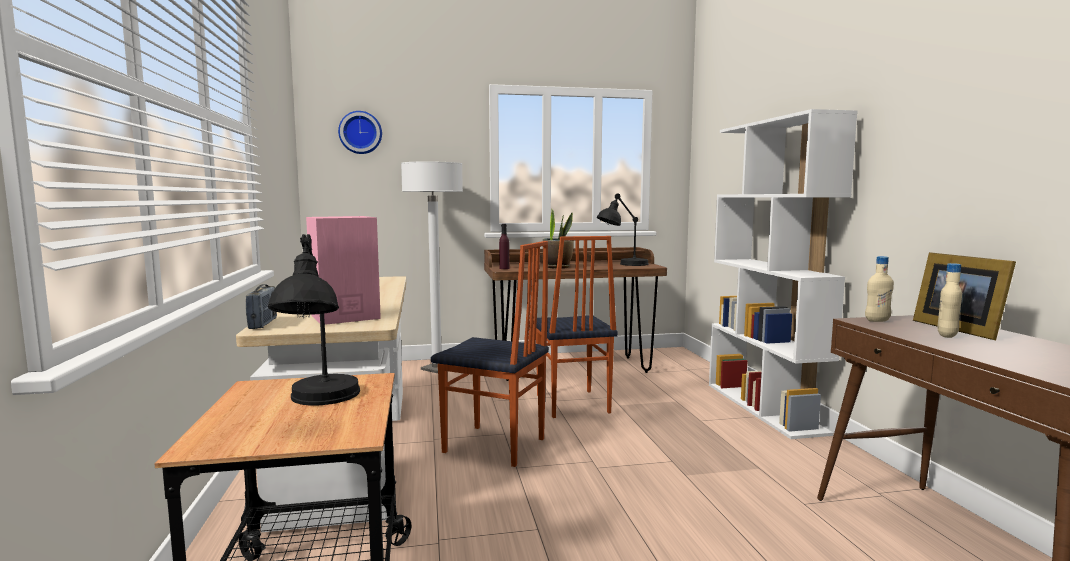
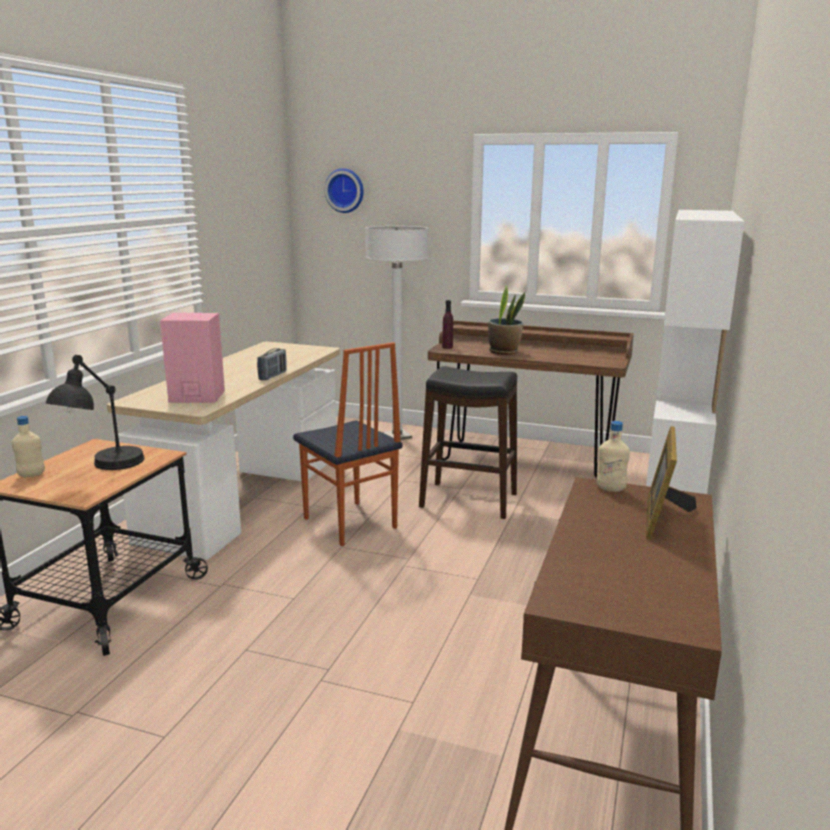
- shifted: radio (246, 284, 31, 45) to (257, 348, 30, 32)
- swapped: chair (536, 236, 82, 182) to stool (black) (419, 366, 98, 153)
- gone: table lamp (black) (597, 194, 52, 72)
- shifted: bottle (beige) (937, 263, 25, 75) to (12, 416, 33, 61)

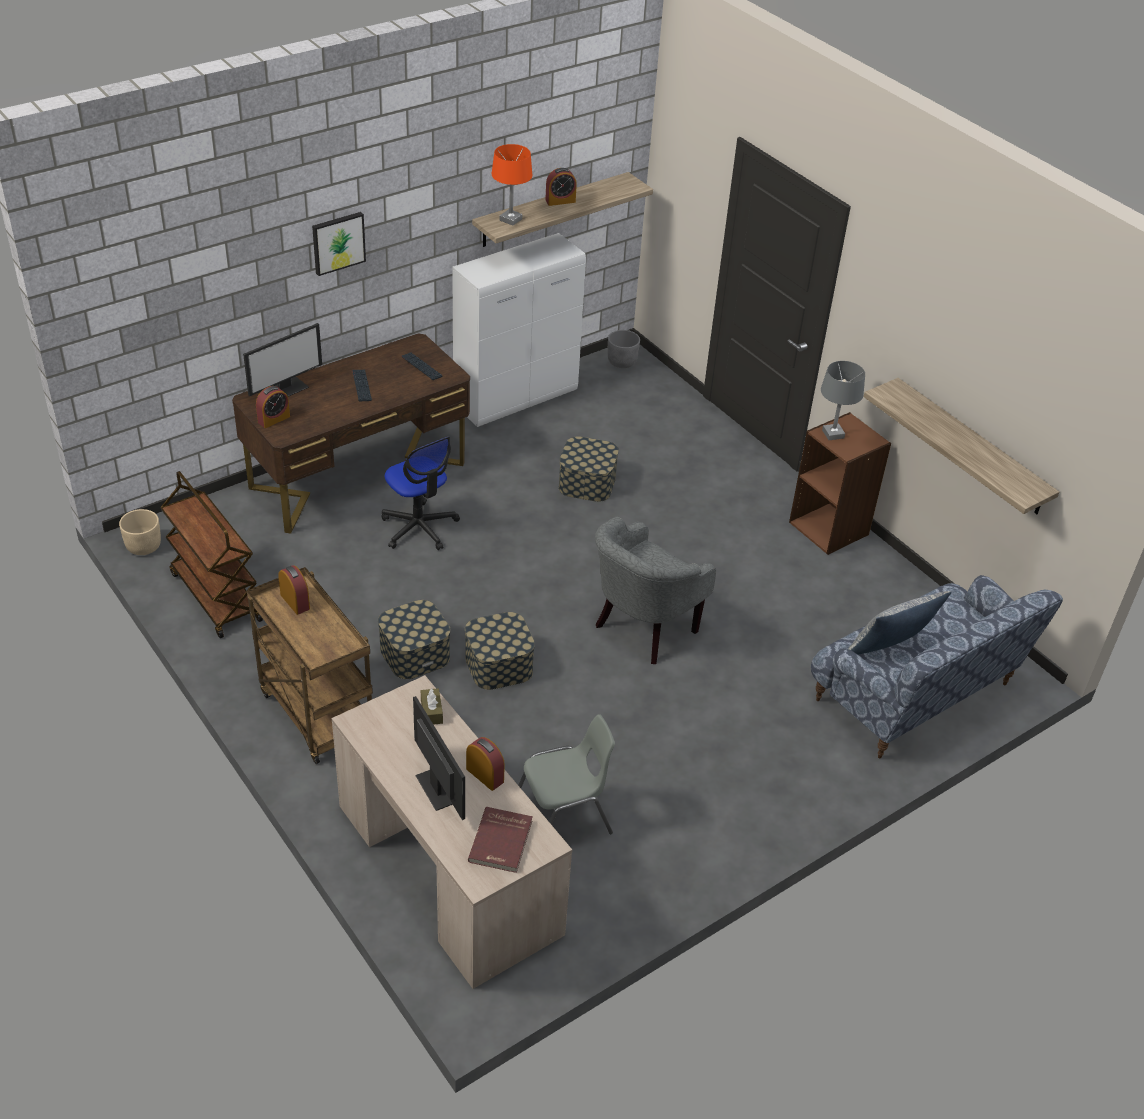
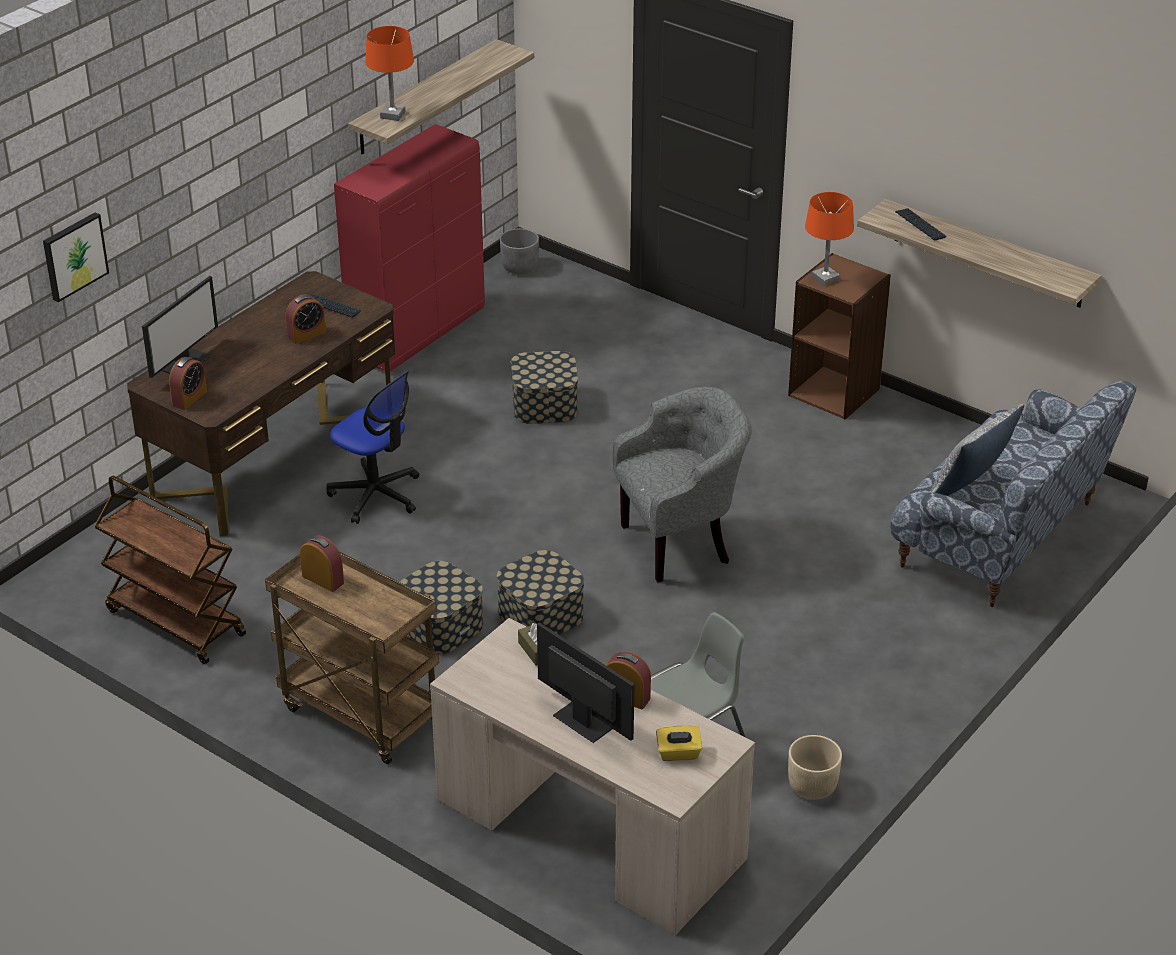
- shifted: planter (beige) (119, 509, 42, 46) to (788, 735, 54, 65)
- shifted: picture (312, 212, 54, 64) to (43, 212, 66, 90)
- shifted: keyboard (352, 370, 20, 31) to (895, 208, 51, 32)
- repainted: cabinet (white) (452, 233, 134, 194) to cabinet (red) (334, 124, 151, 248)
- swapped: book (red) (468, 807, 65, 66) to tissue box (yellow) (656, 725, 46, 36)
- shifted: alarm clock (545, 168, 32, 38) to (286, 294, 40, 50)
- rotated: armchair (grey) (595, 517, 121, 147) = (613, 387, 139, 196) 135 degrees counterclockwise
- repainted: table lamp (grey) (821, 361, 44, 79) to table lamp (orange) (805, 192, 49, 94)

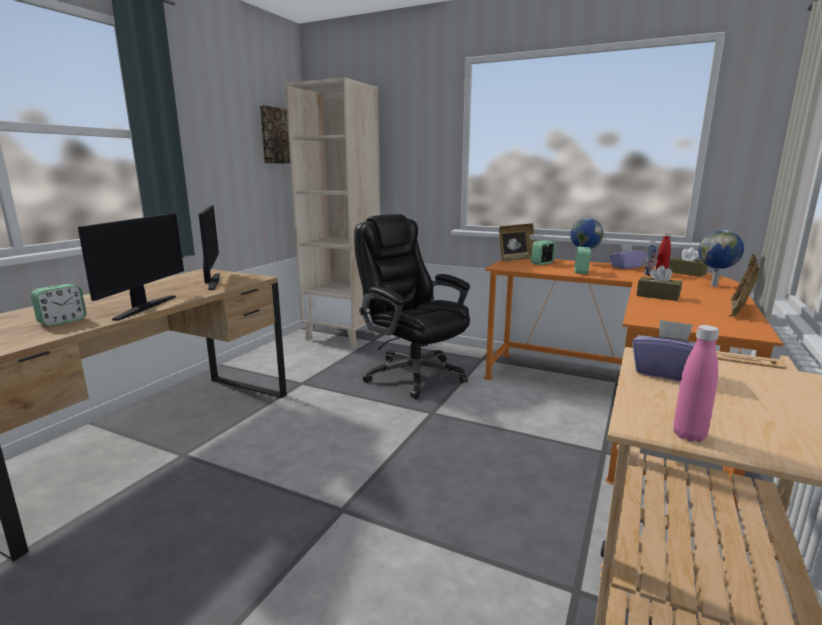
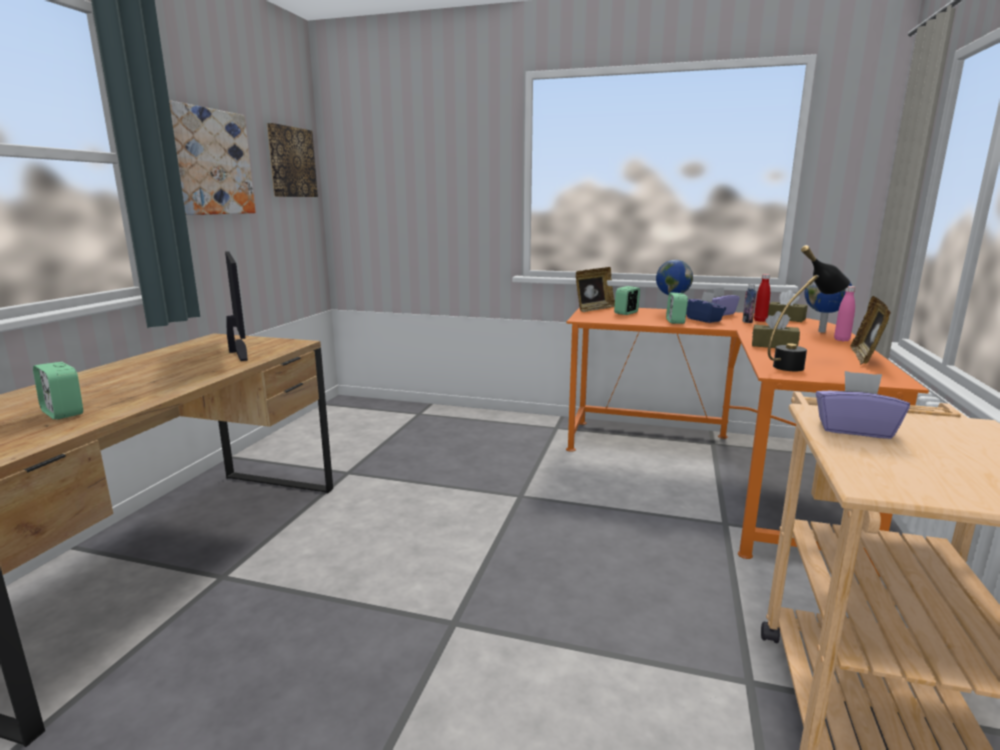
- rotated: alarm clock (31, 284, 56, 42) = (33, 362, 50, 58) 105 degrees clockwise
- gone: monitor (78, 213, 106, 108)
- gone: bookcase (beige) (285, 78, 95, 271)
- gone: office chair (black) (354, 214, 116, 185)
- shifted: bottle (pink) (673, 325, 46, 117) to (834, 286, 22, 55)
- new: picture (169, 101, 86, 114)
- new: tissue box (blue) (686, 292, 40, 31)
- new: table lamp (black) (768, 245, 82, 126)

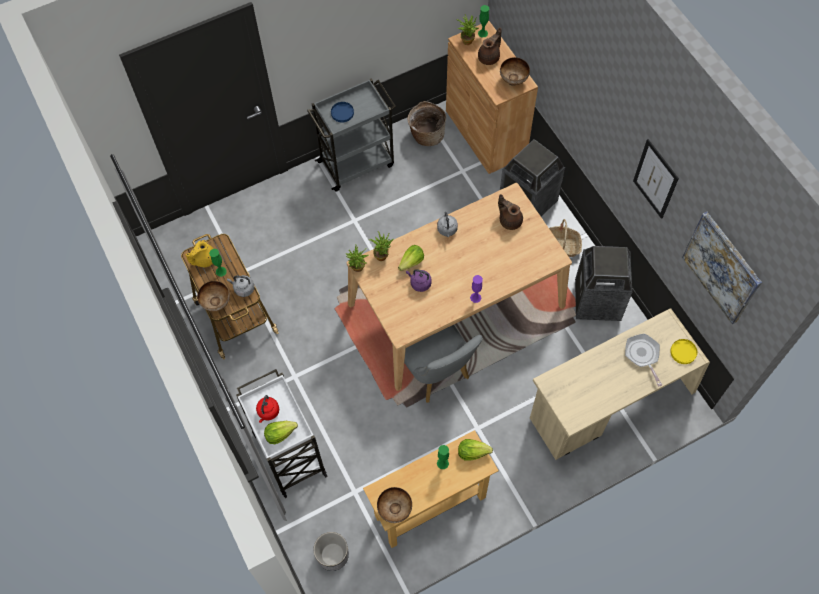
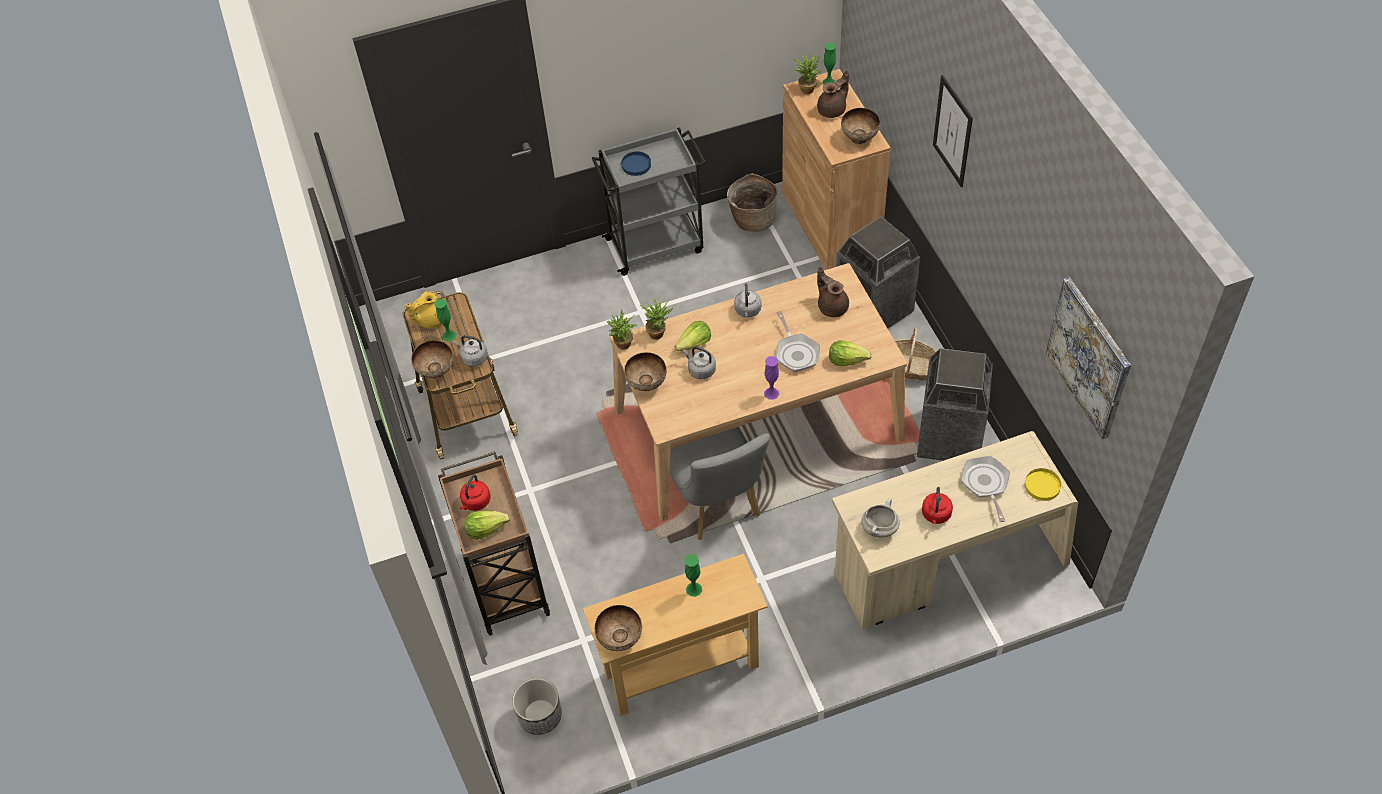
- repainted: cart (white) (236, 369, 92, 129) to cart (brown) (438, 451, 112, 185)
- repainted: kettle (purple) (406, 269, 26, 23) to kettle (grey) (683, 347, 33, 32)
- shifted: lettuce (458, 439, 35, 22) to (829, 340, 43, 26)
- shifted: picture (633, 139, 46, 80) to (933, 75, 40, 112)
- new: bowl (624, 352, 42, 39)
- new: frying pan (776, 311, 44, 61)
- new: cooking pot (white) (861, 498, 39, 39)
- new: kettle (red) (922, 487, 31, 37)

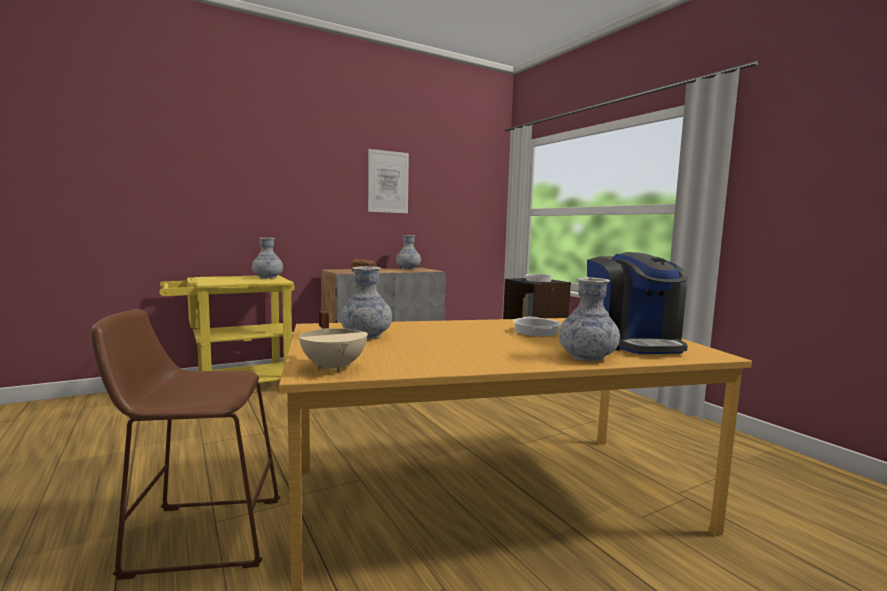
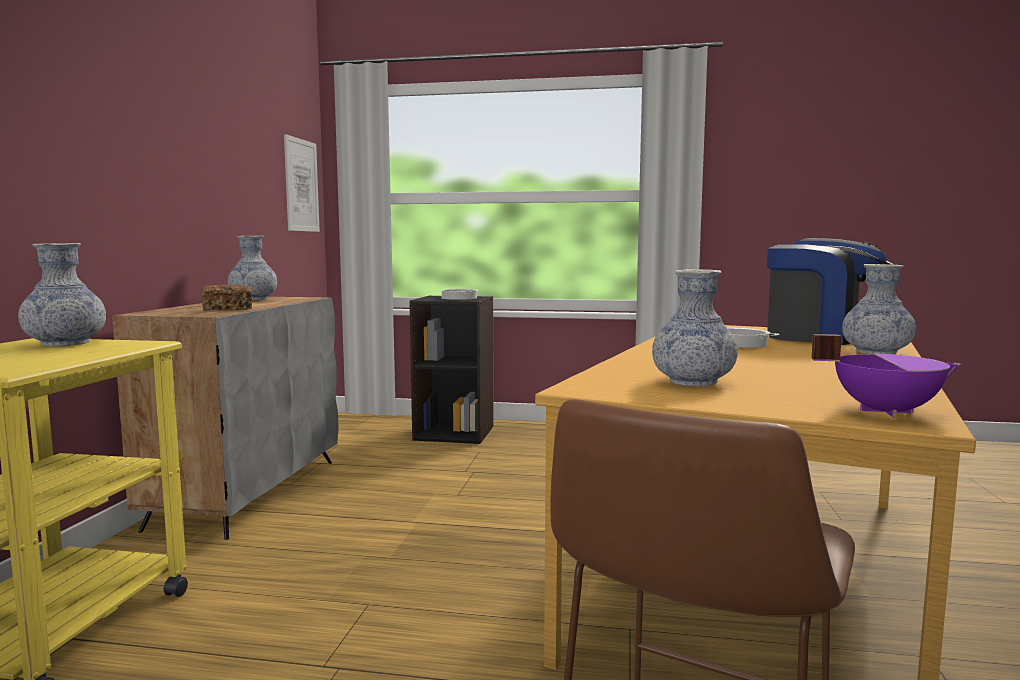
- repainted: cooking pot (beige) (299, 310, 69, 62) to cooking pot (purple) (811, 334, 151, 83)
- shifted: picture (368, 149, 41, 64) to (284, 134, 36, 98)

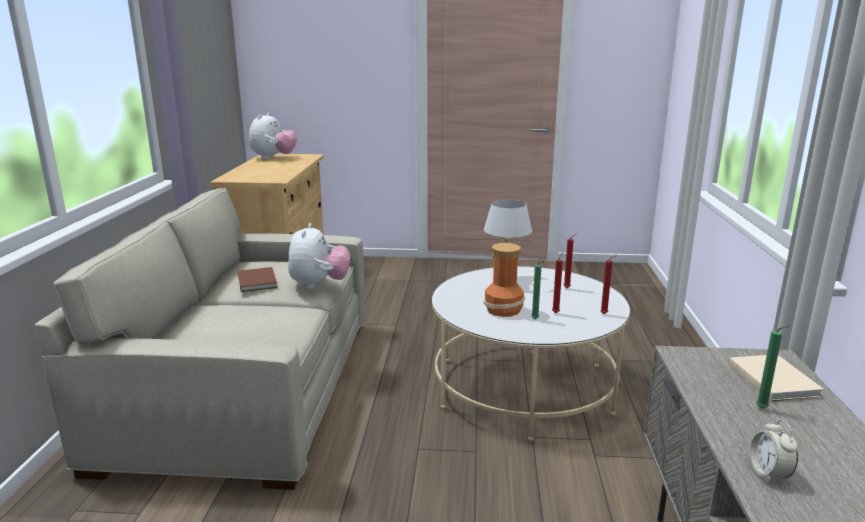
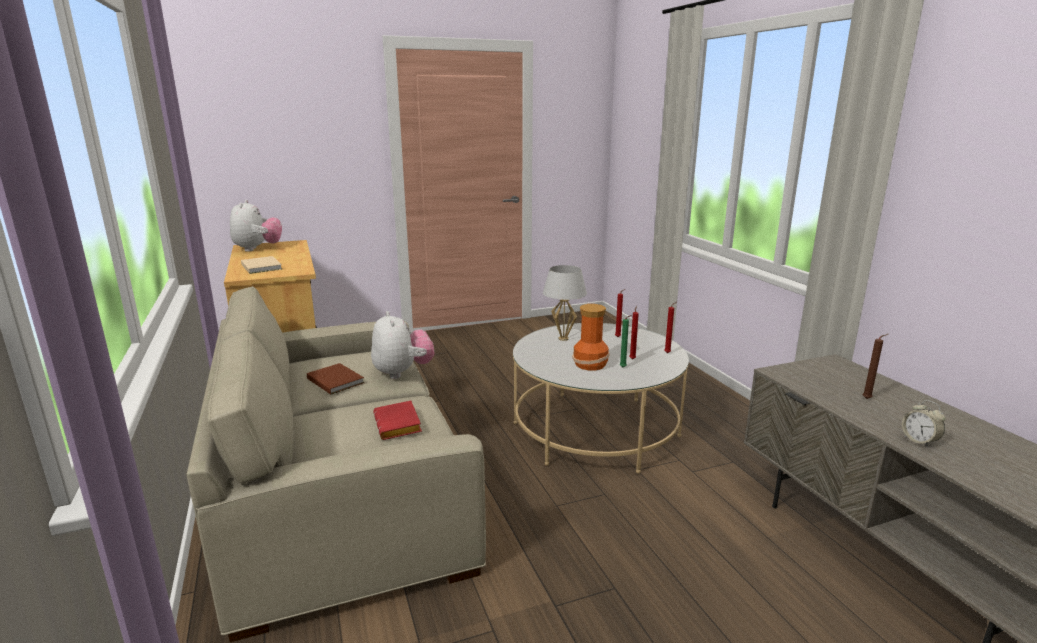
- shifted: book (beige) (729, 355, 95, 46) to (241, 256, 41, 18)
- repainted: candle (green) (756, 326, 34, 83) to candle (brown) (863, 334, 25, 65)
- new: book (red) (373, 401, 49, 39)

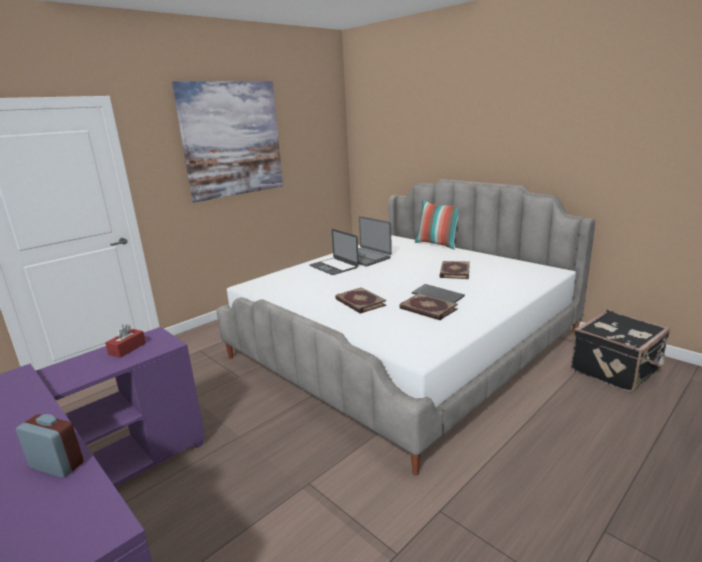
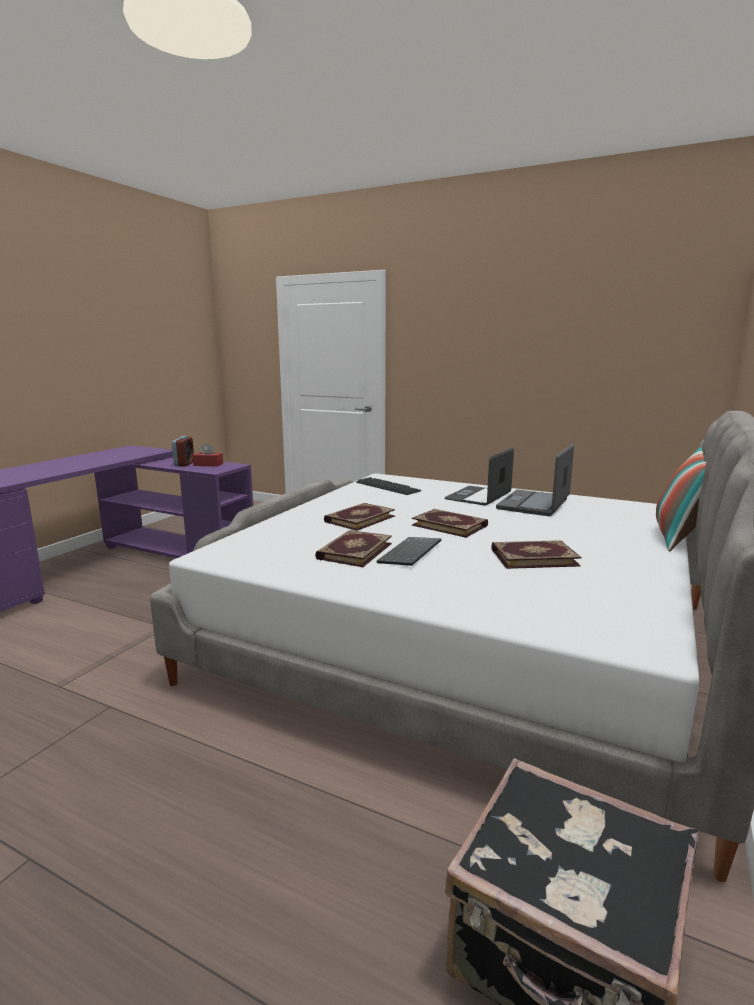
- shifted: alarm clock (16, 414, 68, 64) to (172, 436, 22, 31)
- gone: picture (172, 81, 111, 121)
- new: keyboard (356, 477, 65, 18)
- new: book (412, 509, 76, 29)

